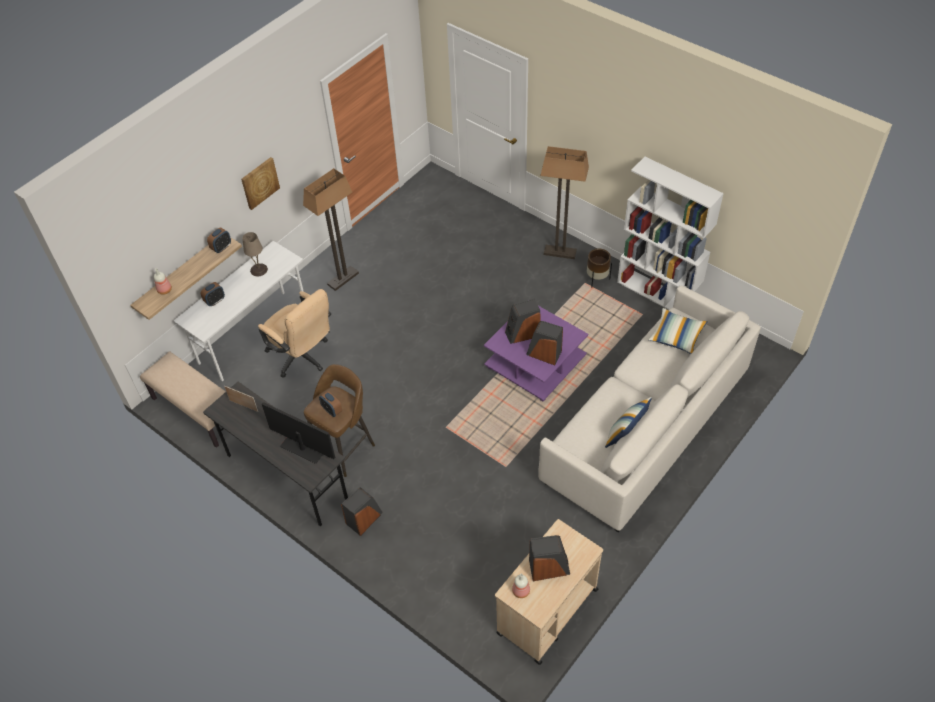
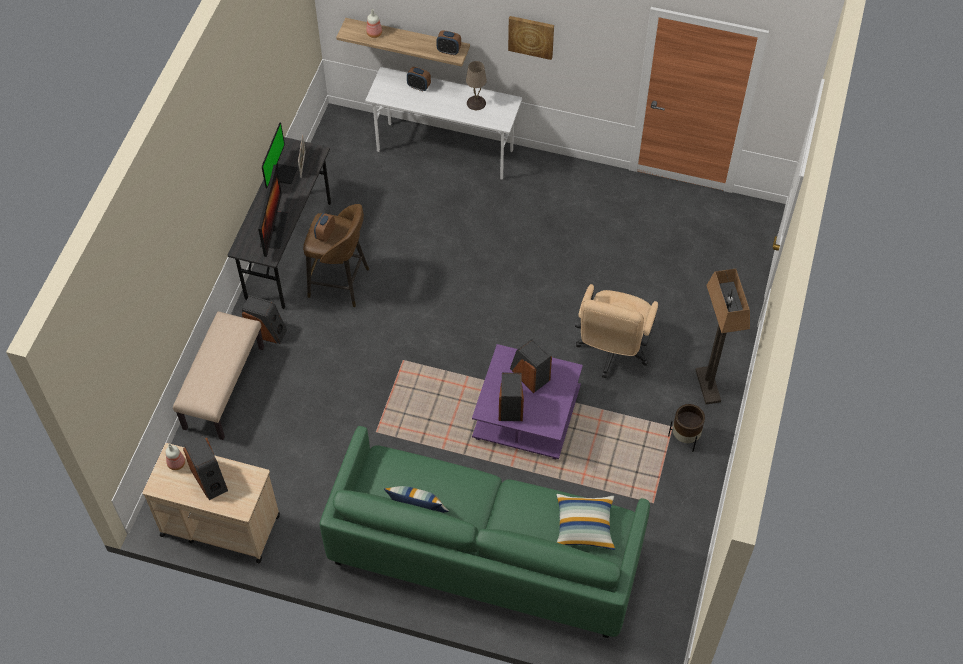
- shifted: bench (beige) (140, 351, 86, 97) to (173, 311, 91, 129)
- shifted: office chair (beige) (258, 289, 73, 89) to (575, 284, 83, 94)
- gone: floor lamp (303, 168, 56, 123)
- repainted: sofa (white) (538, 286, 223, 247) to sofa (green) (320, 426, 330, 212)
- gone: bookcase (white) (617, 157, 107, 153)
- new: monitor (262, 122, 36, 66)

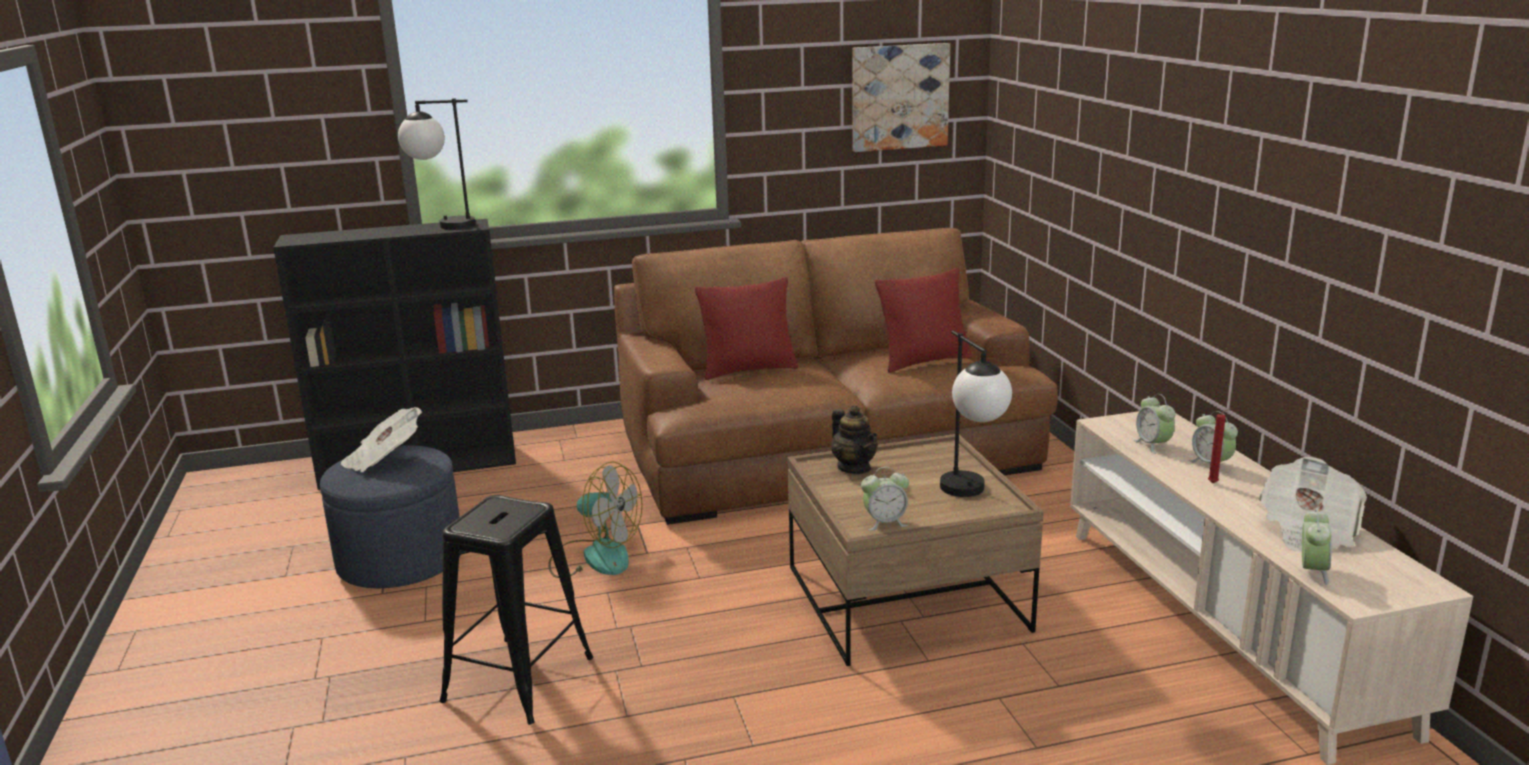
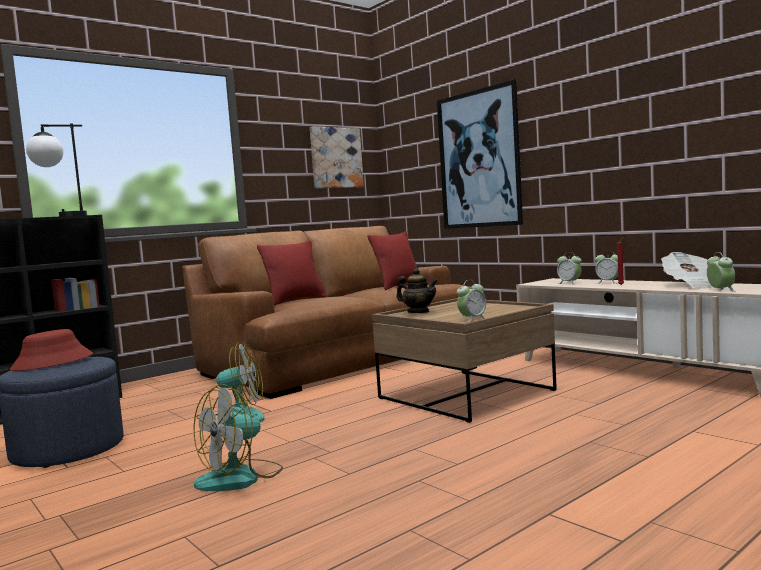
- swapped: newspaper (341, 407, 81, 65) to hat (red) (10, 329, 83, 42)
- swapped: stool (black) (440, 495, 153, 230) to fan (194, 384, 89, 107)
- gone: table lamp (940, 331, 72, 166)
- new: picture (437, 80, 86, 149)

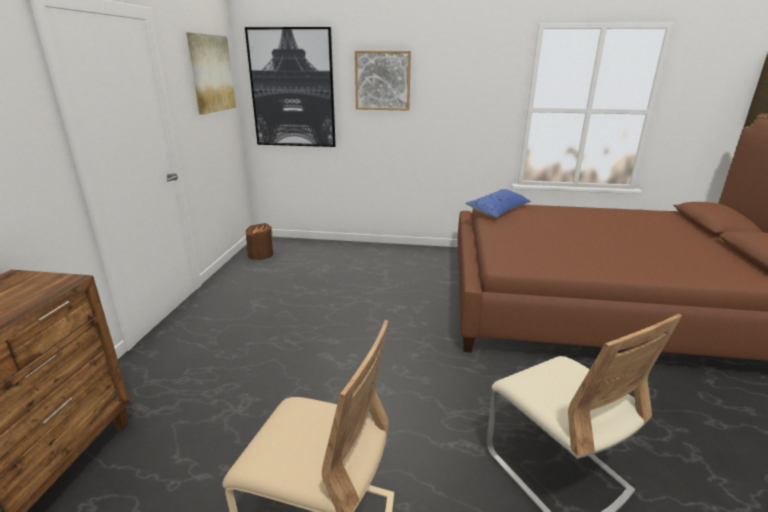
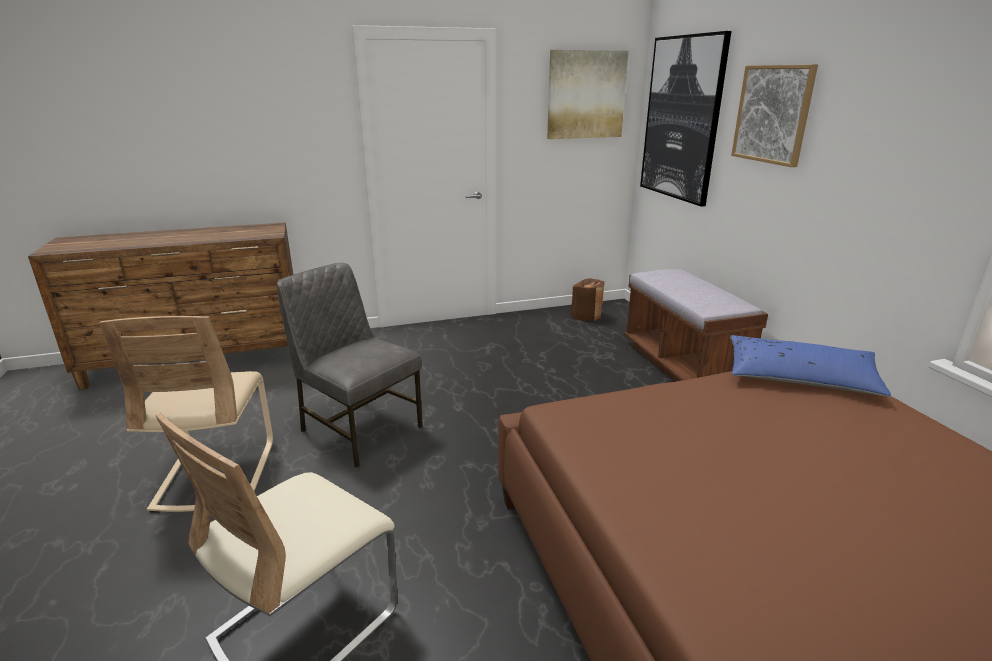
- new: chair (grey) (277, 263, 146, 205)
- new: bench (brown) (624, 269, 144, 112)

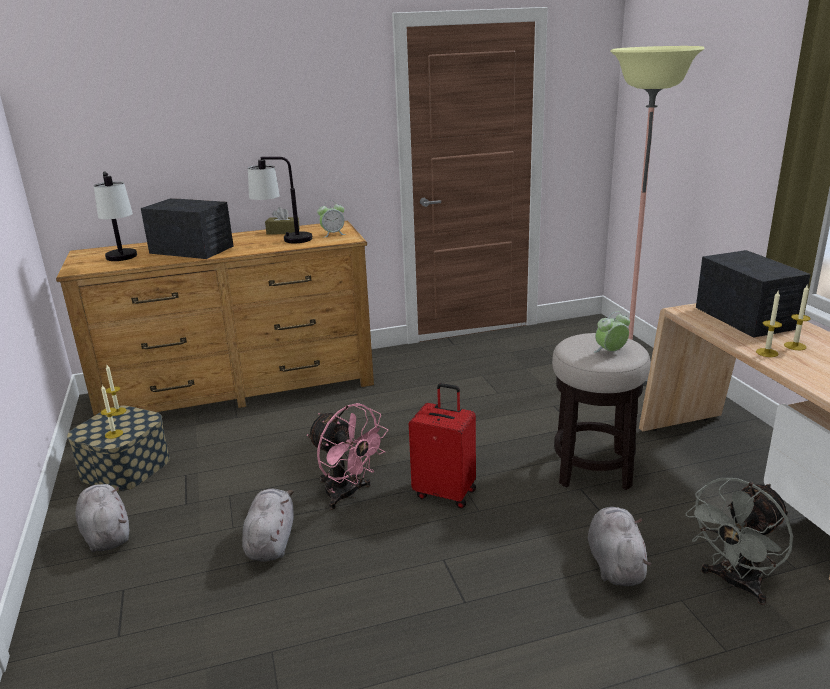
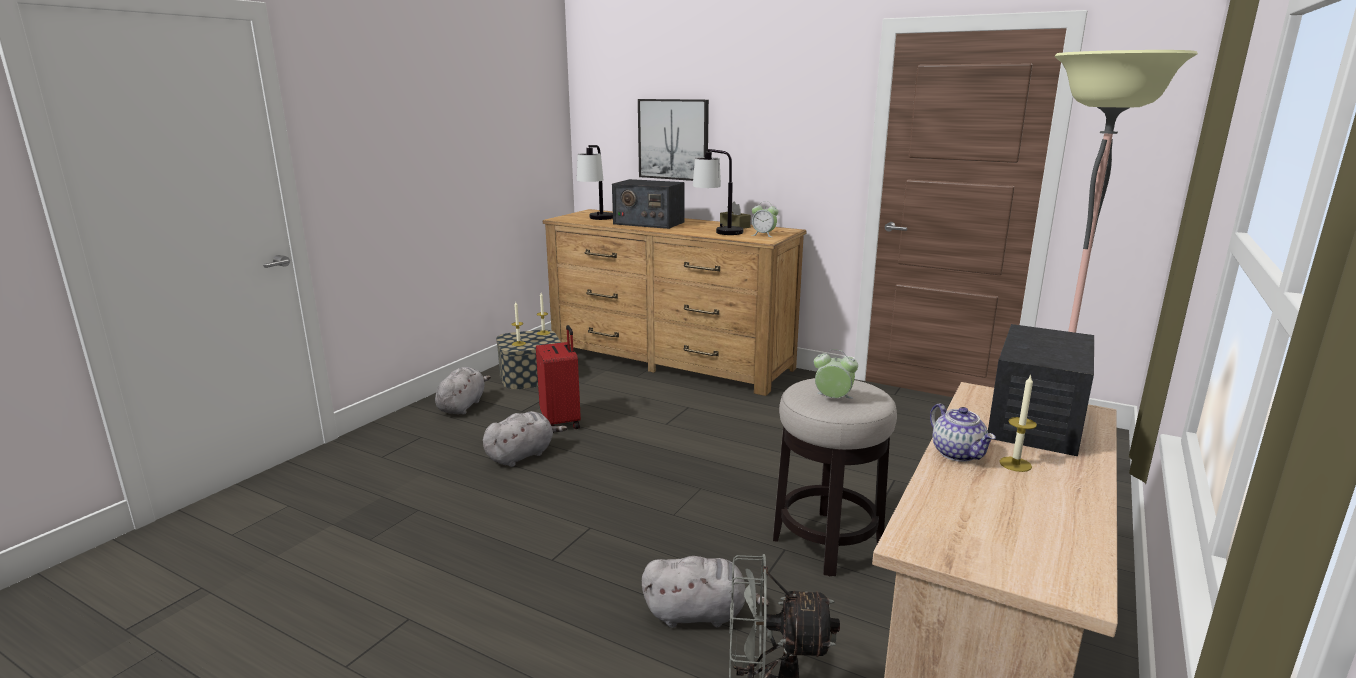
- rotated: radio (141, 198, 93, 61) = (612, 179, 73, 50) 135 degrees clockwise
- gone: fan (pink) (307, 403, 81, 107)
- shifted: suitcase (red) (409, 383, 67, 125) to (536, 325, 45, 108)
- rotated: plush toy (grey) (588, 507, 64, 79) = (642, 556, 128, 72) 45 degrees clockwise
- swapped: candle (756, 291, 26, 66) to teapot (930, 403, 66, 59)
- new: picture (638, 99, 71, 82)

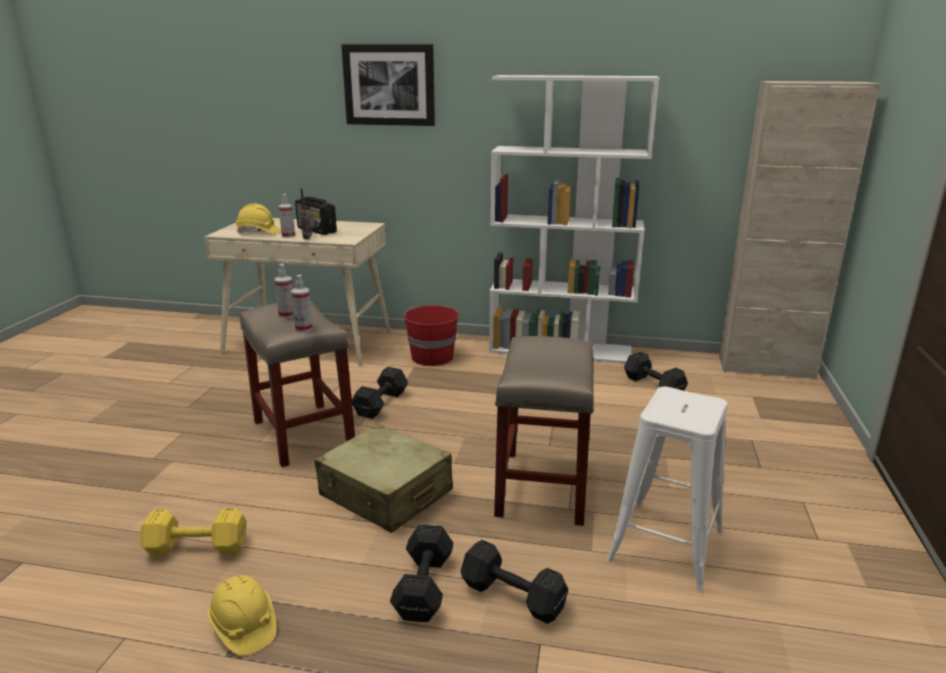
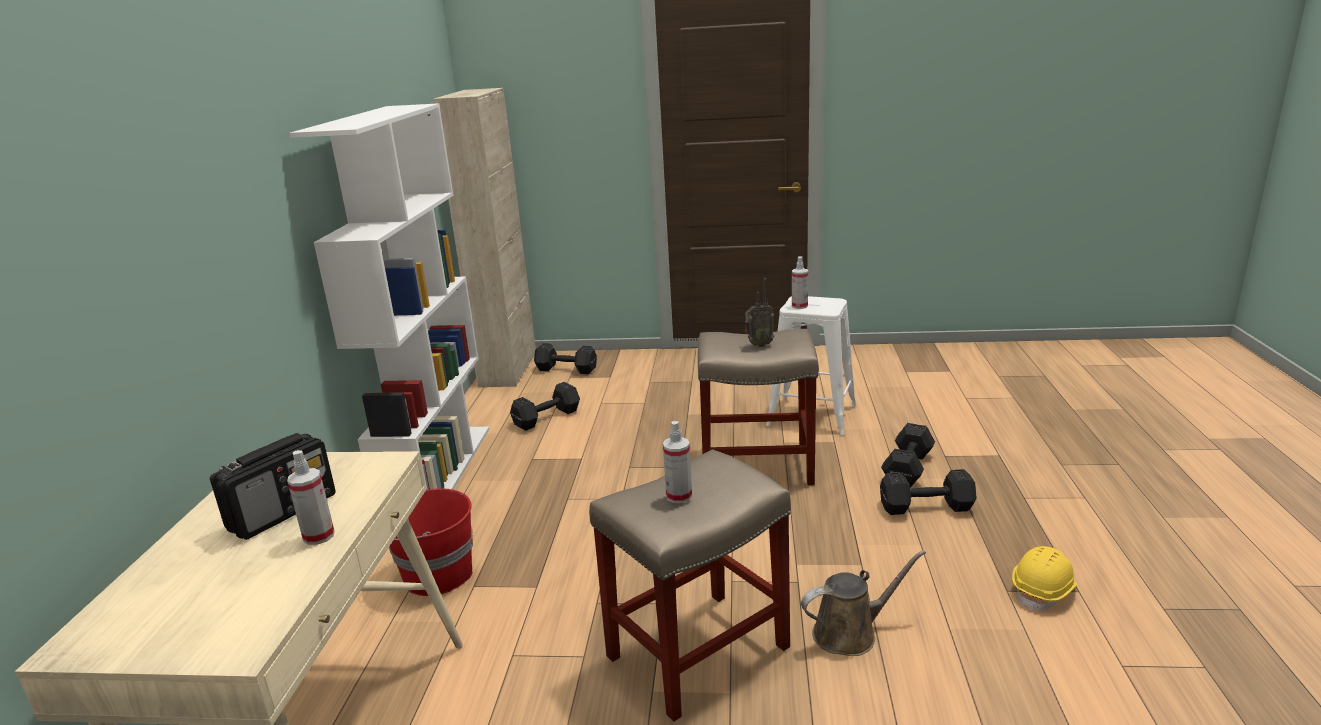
- gone: dumbbell (yellow) (140, 508, 107, 48)
- gone: hard hat (yellow) (236, 203, 45, 31)
- shifted: spray bottle (291, 275, 22, 57) to (792, 256, 16, 53)
- shifted: radio (300, 188, 15, 52) to (745, 278, 29, 69)
- gone: suitcase (beige) (314, 424, 139, 109)
- gone: picture (341, 44, 94, 82)
- shifted: dumbbell (black) (352, 367, 56, 52) to (534, 343, 63, 31)
- new: watering can (brown) (801, 550, 125, 106)

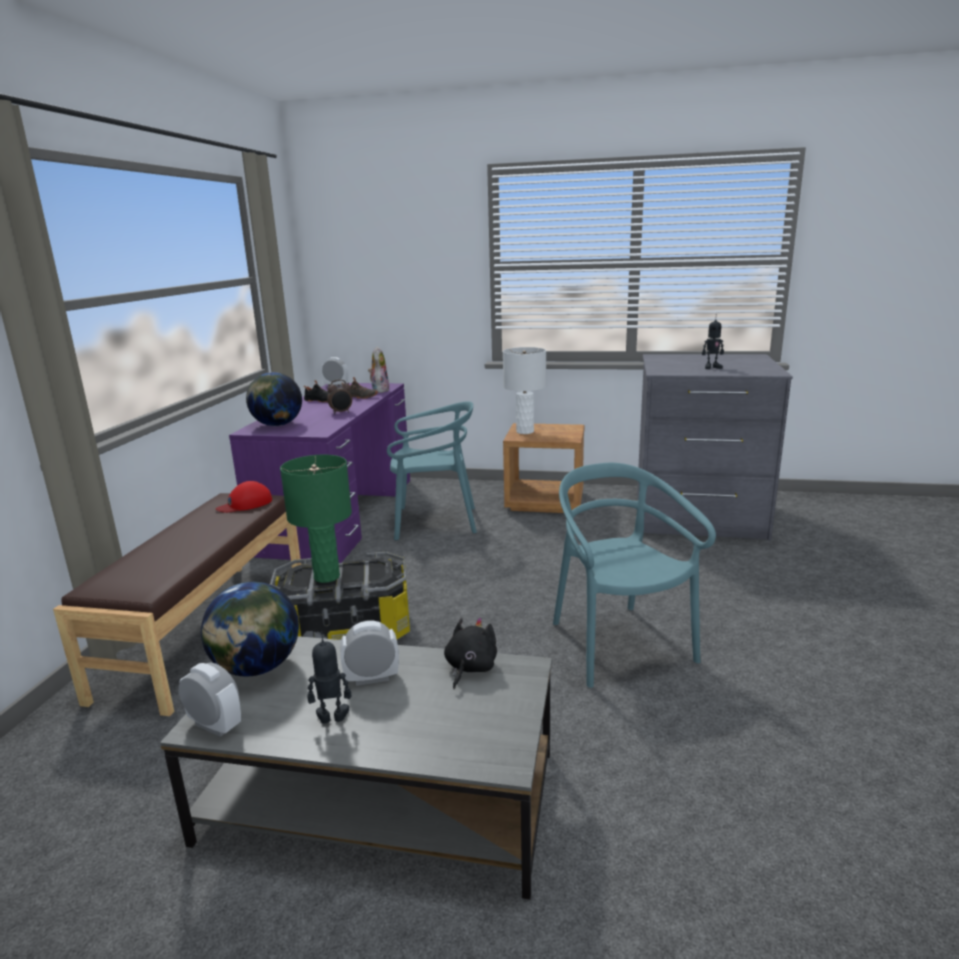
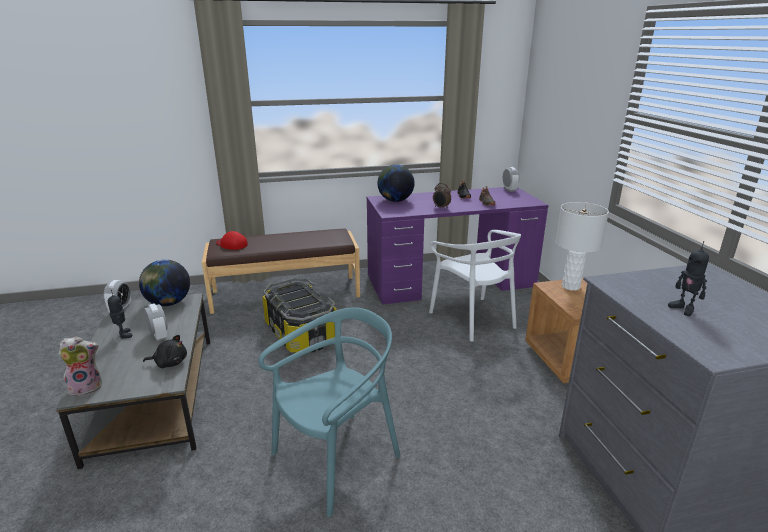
- shifted: cap (red) (216, 481, 56, 32) to (216, 231, 32, 19)
- gone: table lamp (green) (280, 455, 72, 128)
- shifted: plush toy (368, 346, 21, 47) to (59, 336, 43, 60)
- repainted: chair (turquoise) (387, 401, 90, 139) to chair (white) (429, 230, 92, 112)

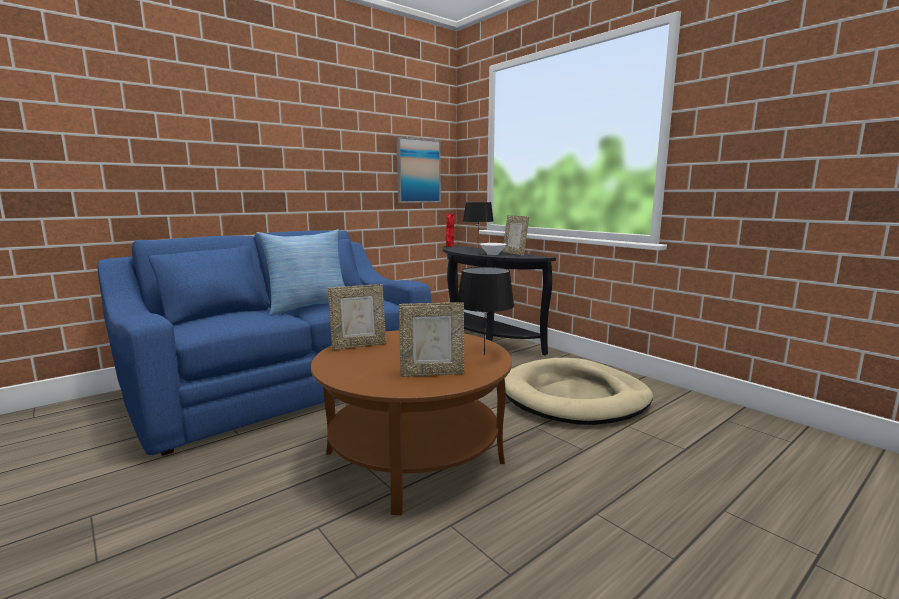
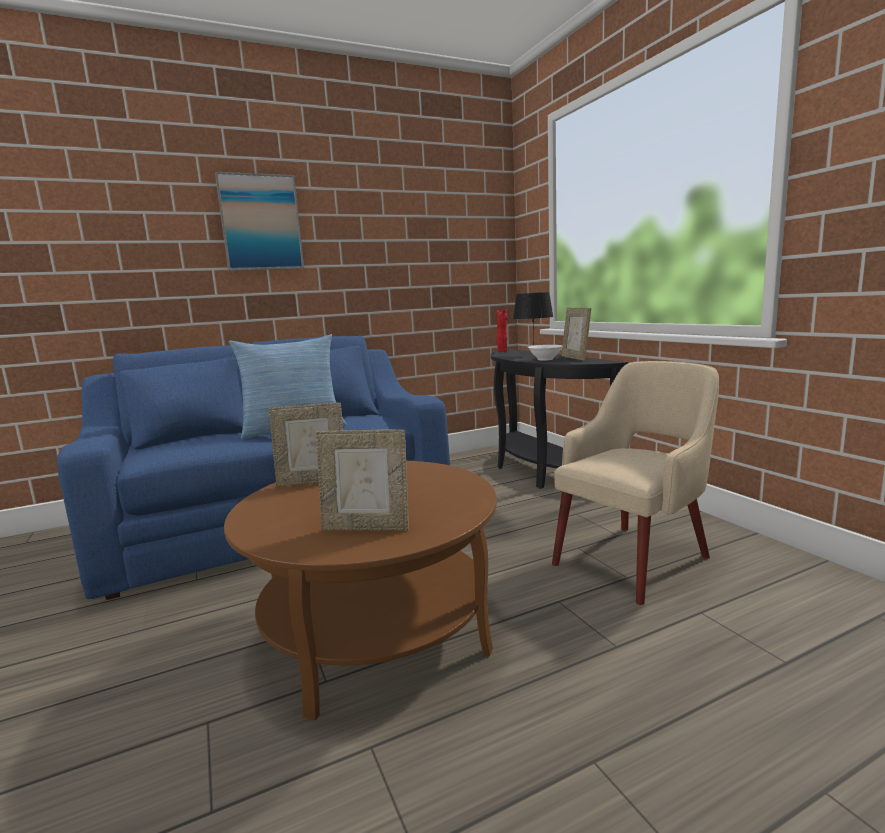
- shifted: picture (397, 137, 44, 66) to (215, 172, 89, 99)
- gone: table lamp (black) (457, 267, 57, 88)
- swapped: dog bed (beige) (504, 358, 149, 67) to armchair (beige) (552, 361, 167, 244)

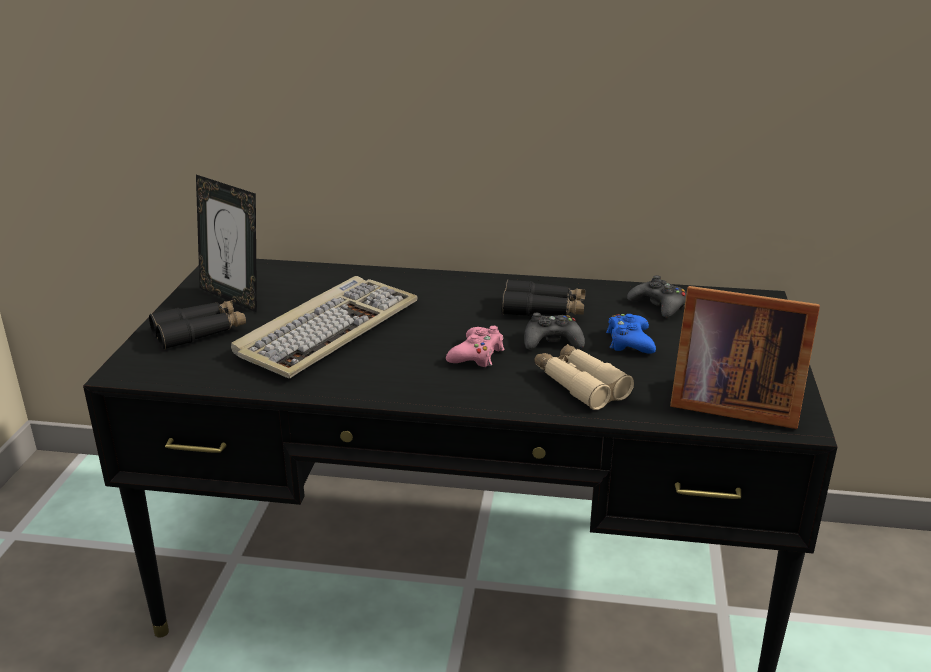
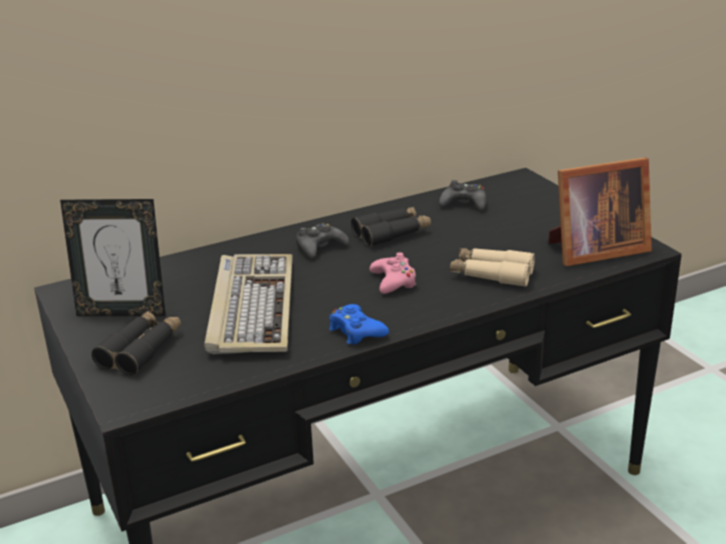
- shifted: game controller (black) (524, 313, 61, 37) to (296, 223, 53, 35)
- shifted: game controller (blue) (606, 314, 50, 40) to (329, 304, 60, 41)

